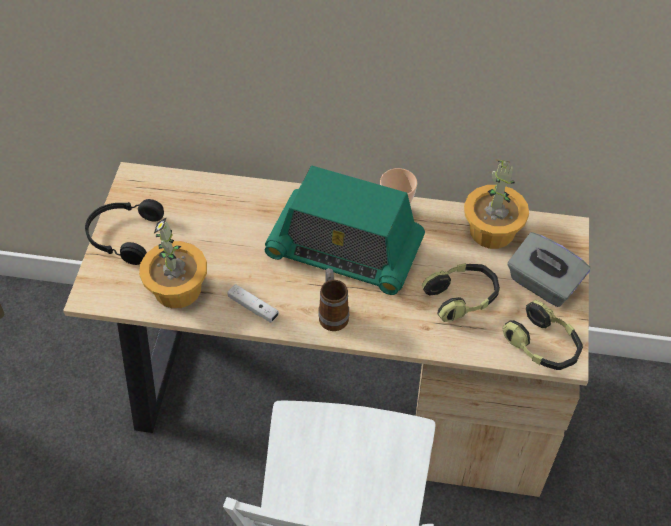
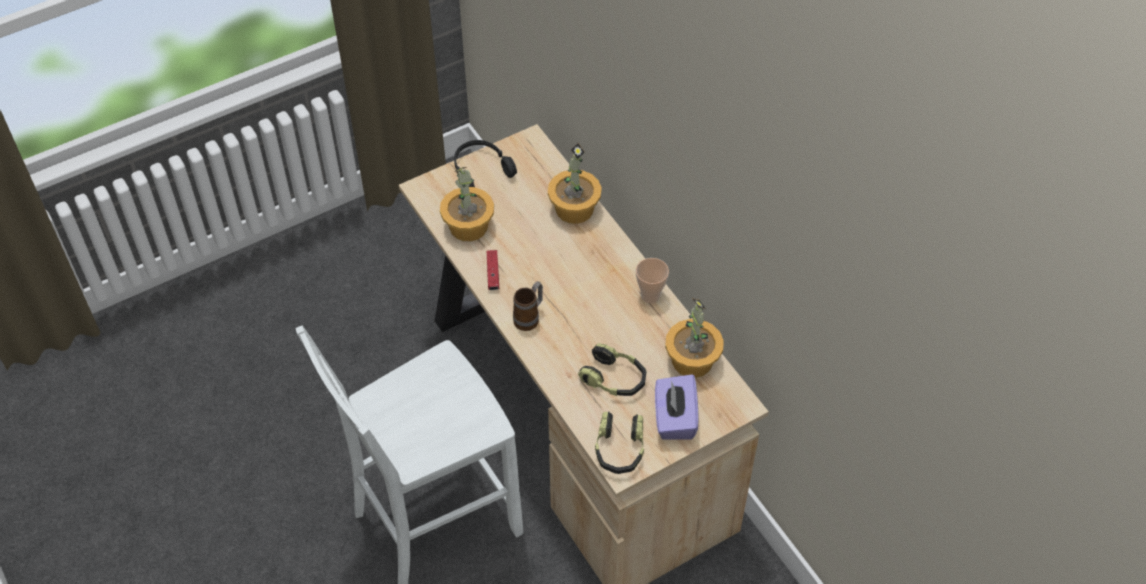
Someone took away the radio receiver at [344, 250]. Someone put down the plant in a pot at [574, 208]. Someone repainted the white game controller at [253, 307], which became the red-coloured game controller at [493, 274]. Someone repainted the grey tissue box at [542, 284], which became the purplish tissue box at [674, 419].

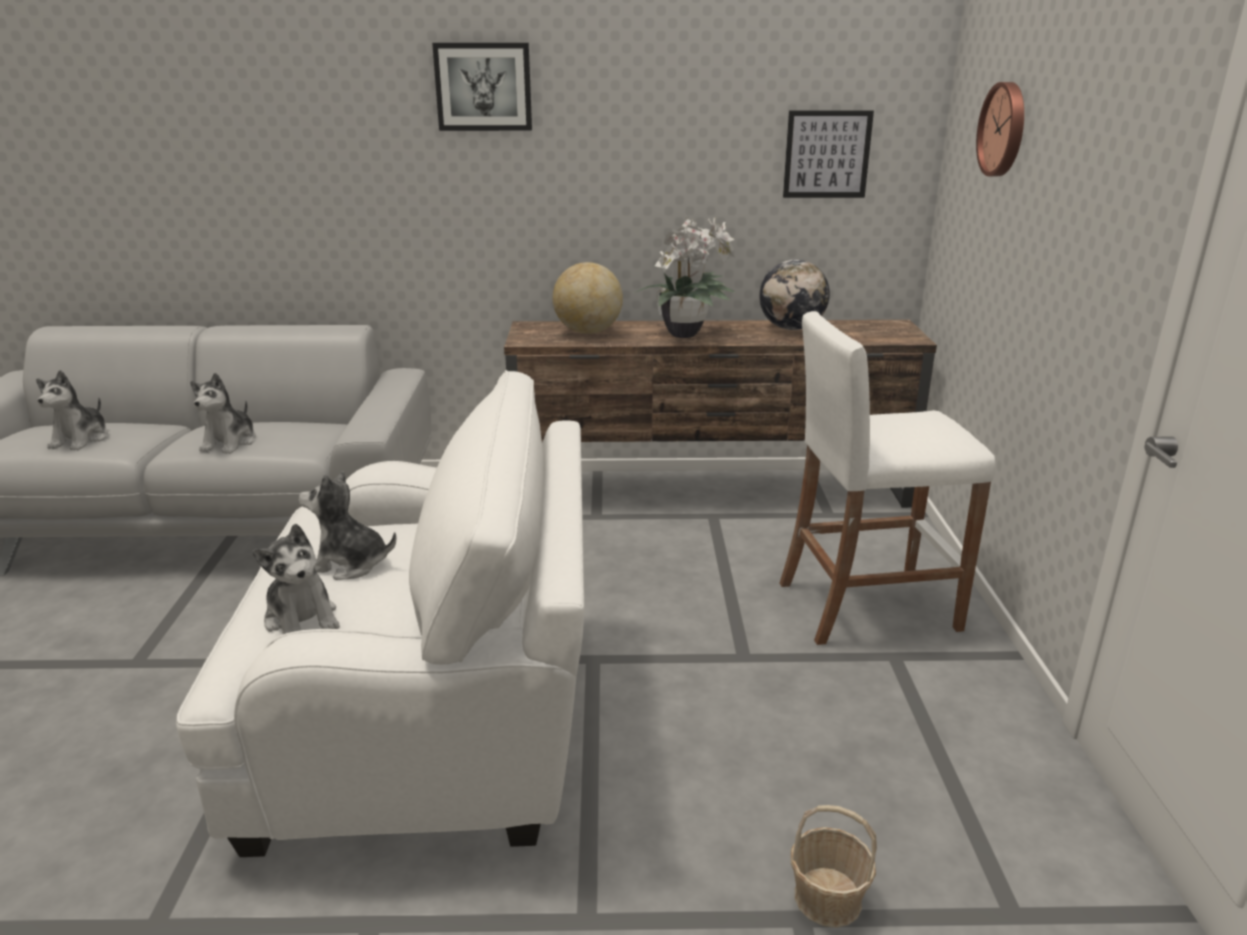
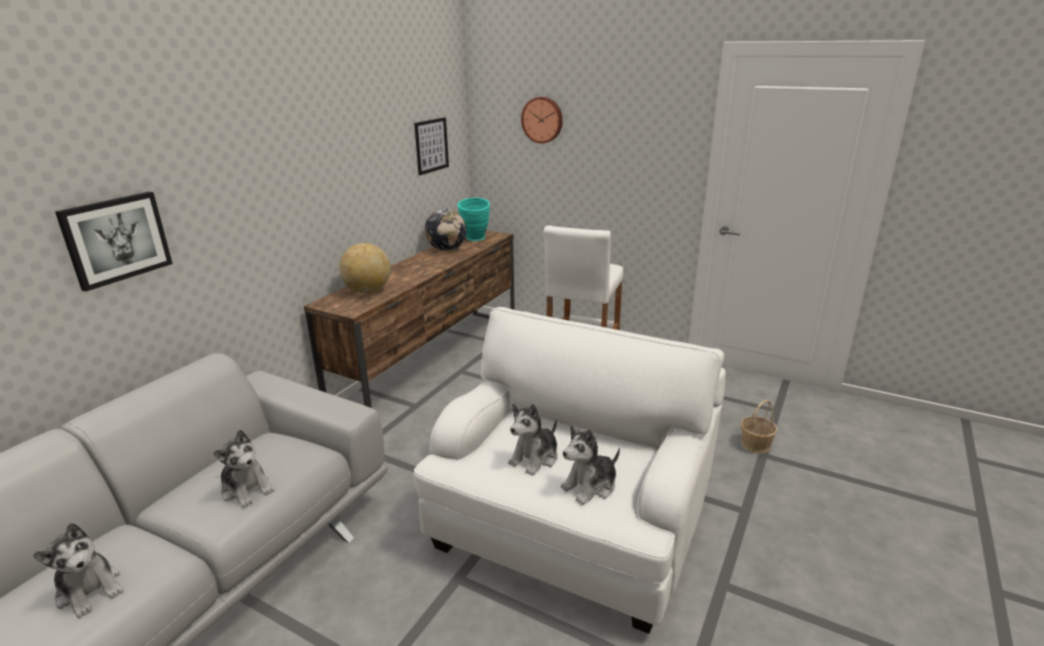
Someone took away the plant in a pot at [687, 334]. Someone put down the turquoise vase at [475, 239]. Someone carried the wall picture from [483, 87] to [116, 239]. Someone rotated the plush toy at [302, 619] by 150 degrees clockwise.

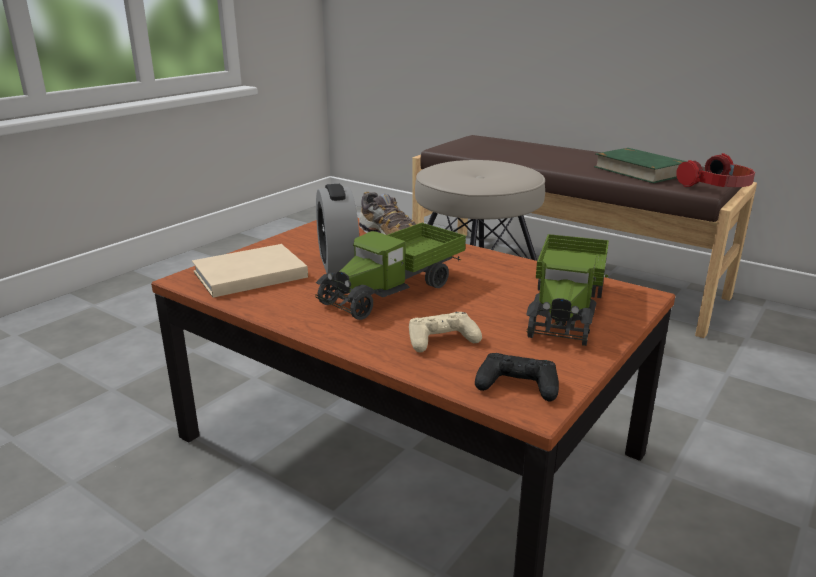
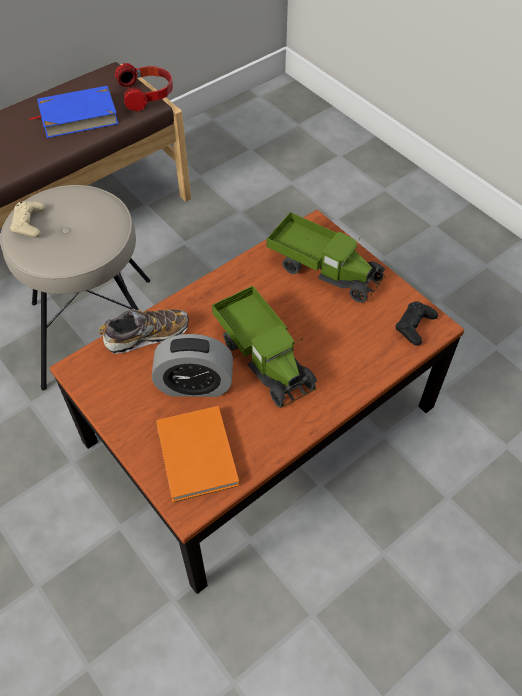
Someone carried the beige game controller from [442, 340] to [29, 223]. Someone repainted the beige bound book at [247, 274], which became the orange bound book at [196, 457]. Someone repainted the green bound book at [639, 171], which became the bluish bound book at [78, 116].

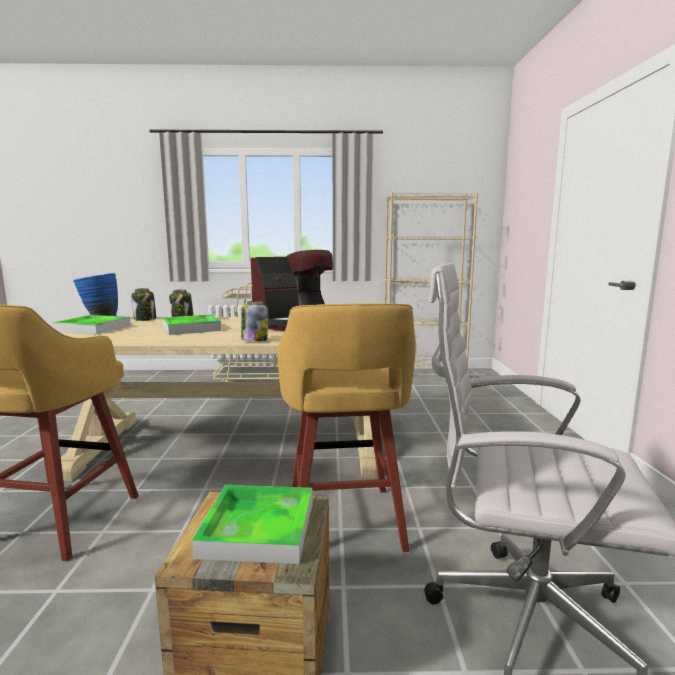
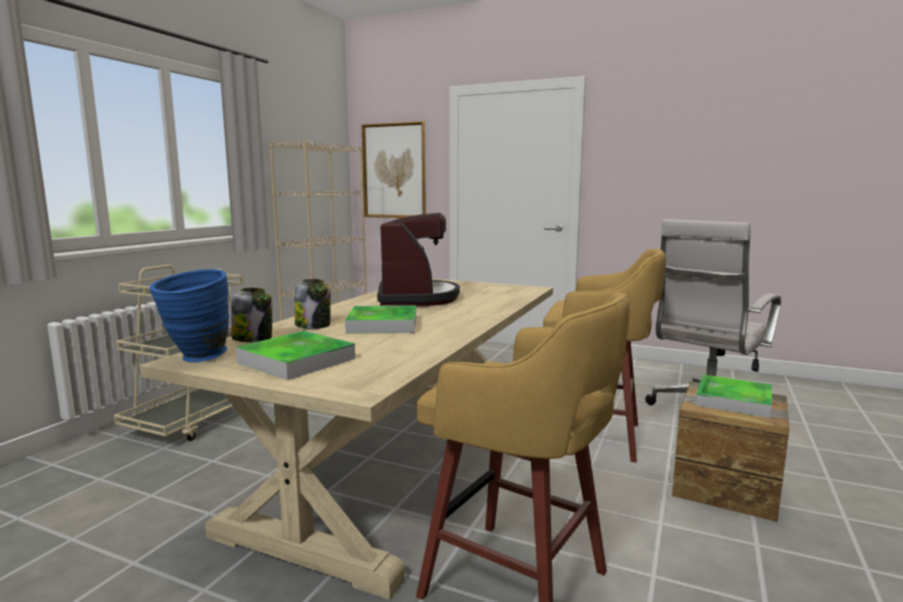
Someone took away the jar at [254, 340]. Someone put up the wall picture at [394, 171].

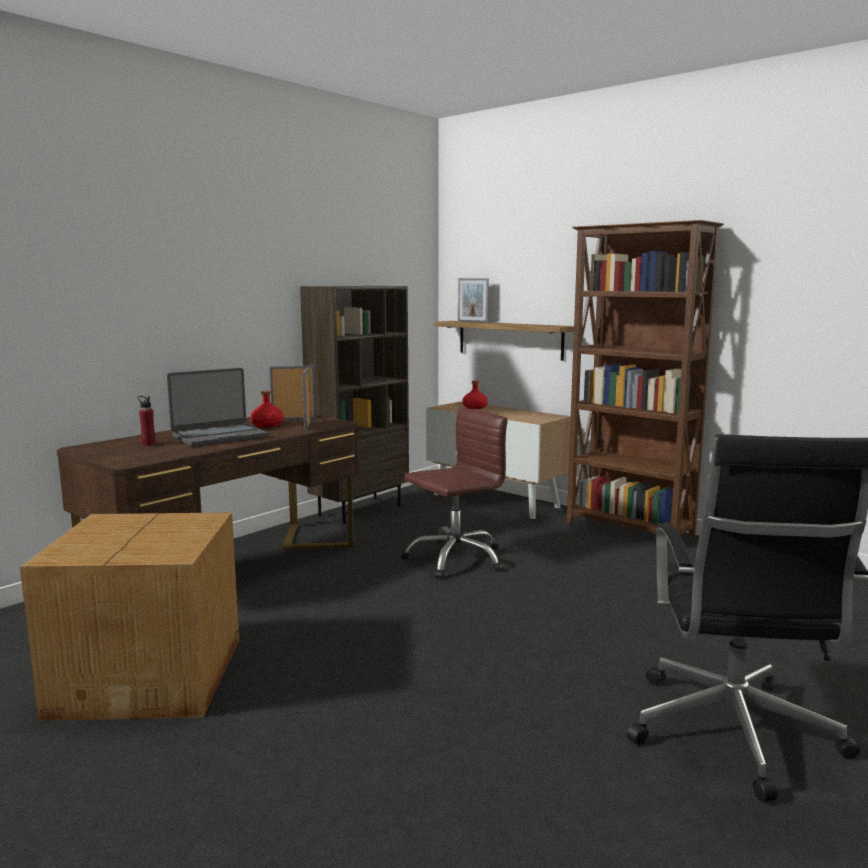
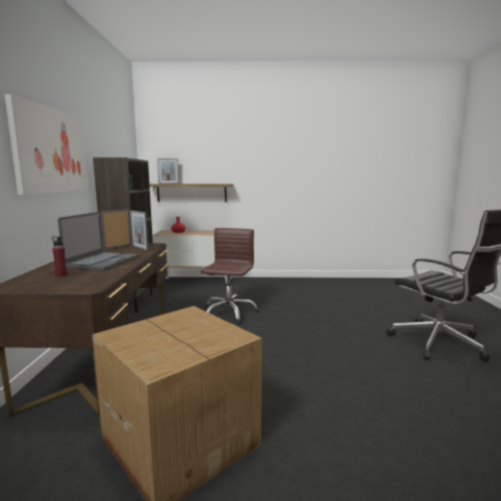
Someone took away the red-coloured drink bottle at [267, 425]. Someone took away the brown bookshelf at [629, 529]. Someone put up the wall picture at [51, 150].

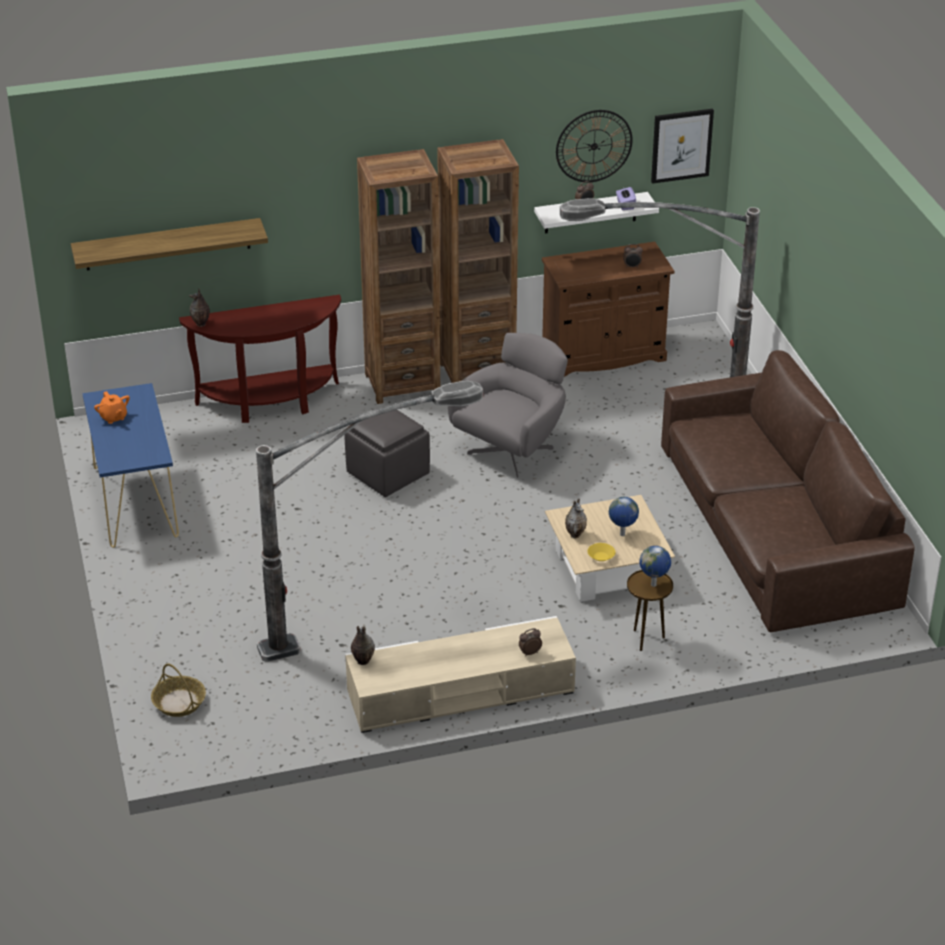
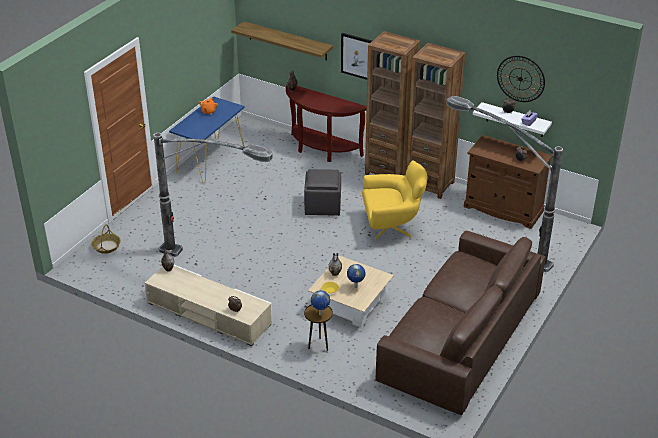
Someone carried the wall picture from [681, 145] to [357, 56]. Someone repainted the grey armchair at [512, 450], which became the yellow armchair at [392, 227].

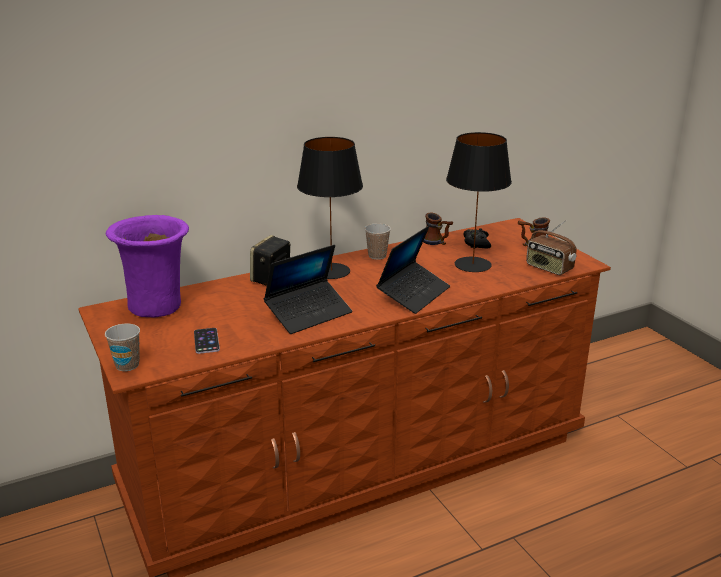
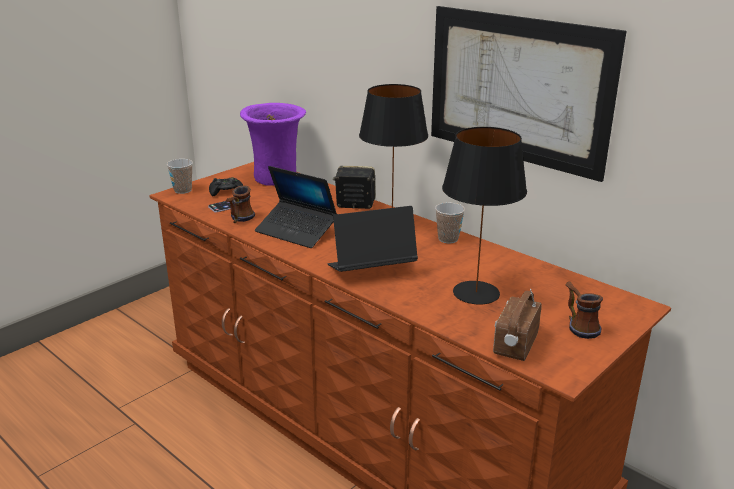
Someone put up the wall picture at [517, 89]. Someone carried the coffee mug from [437, 242] to [239, 219]. Someone carried the black-coloured game controller from [476, 243] to [226, 191]. Someone rotated the portable computer at [413, 294] by 150 degrees clockwise.

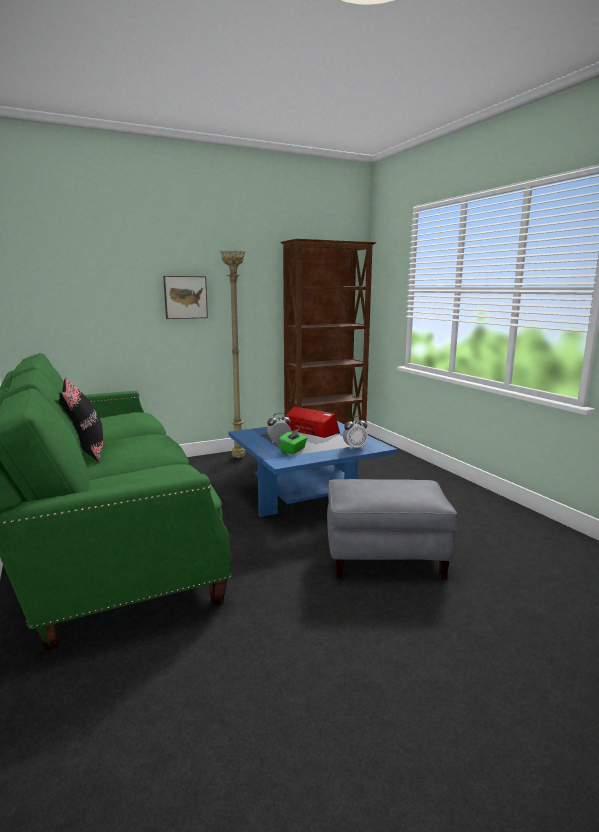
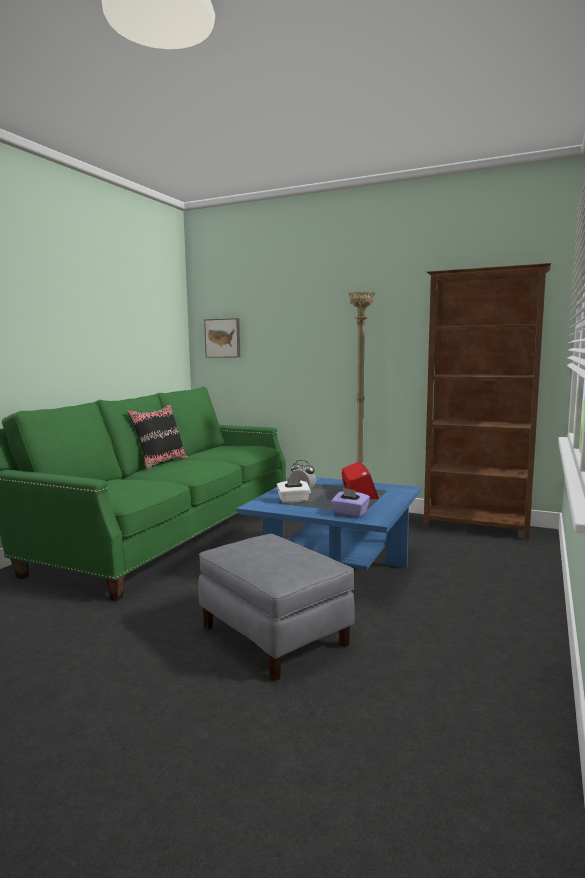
Someone carried the wall picture from [185, 297] to [223, 338]. Someone swapped the table clock at [354, 447] for the purplish tissue box at [350, 513]. Someone repainted the green tissue box at [293, 450], which became the white tissue box at [293, 500].

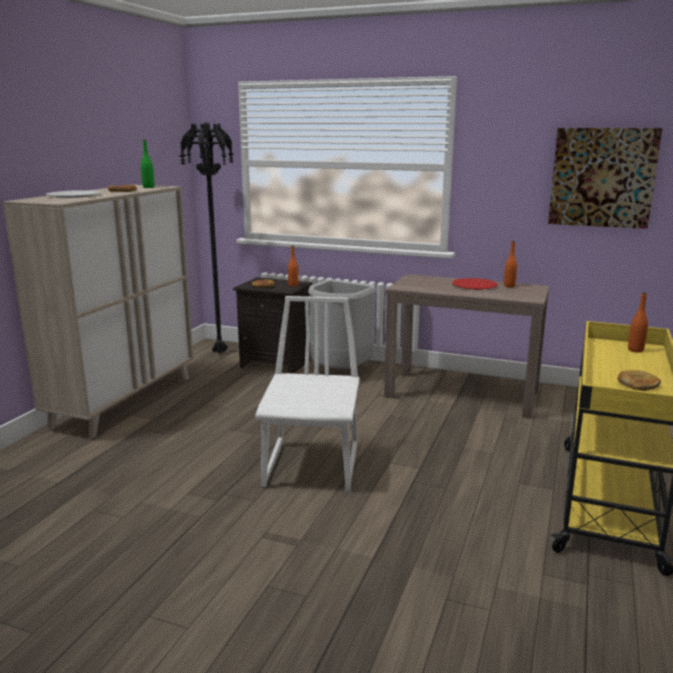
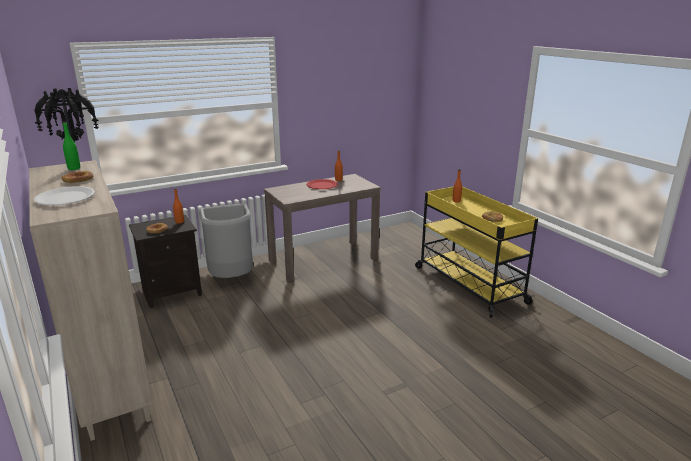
Someone took away the white plain chair at [313, 466]. Someone took away the wall picture at [602, 177].

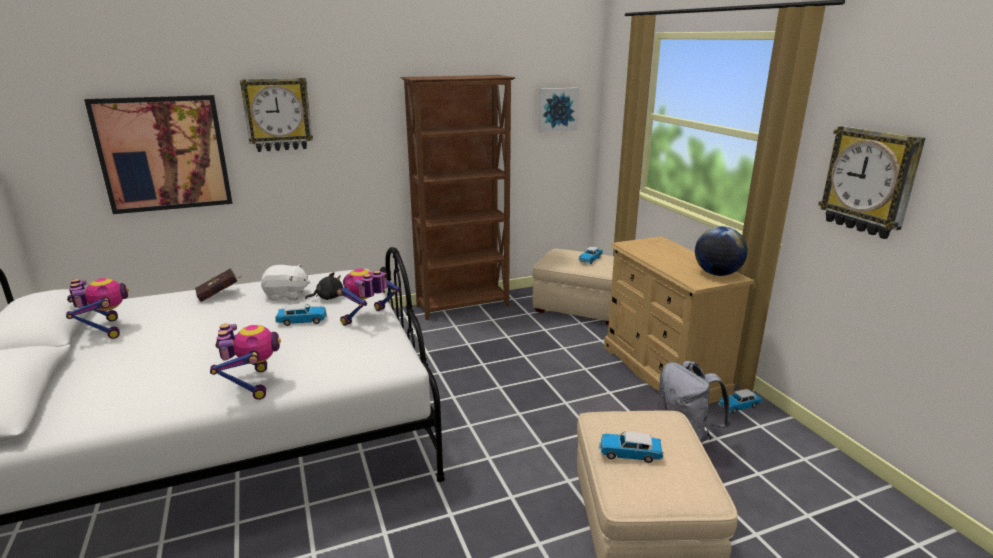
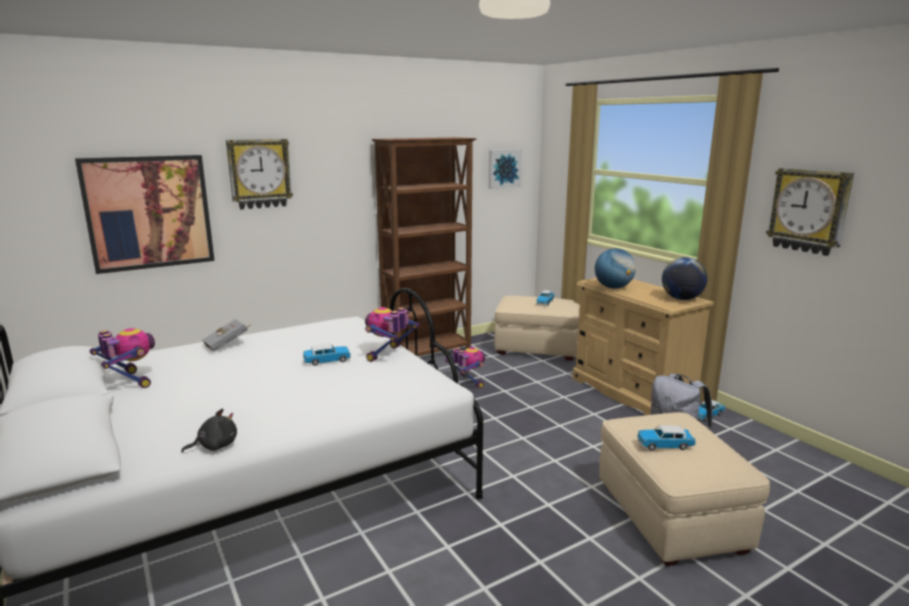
Someone took away the white plush toy at [286, 295]. Someone put down the desk globe at [613, 287]. Someone carried the toy robot from [251, 384] to [467, 382]. Someone carried the black-coloured plush toy from [328, 298] to [215, 446]. Someone repainted the red-coloured bound book at [220, 295], which became the grey bound book at [228, 345].

